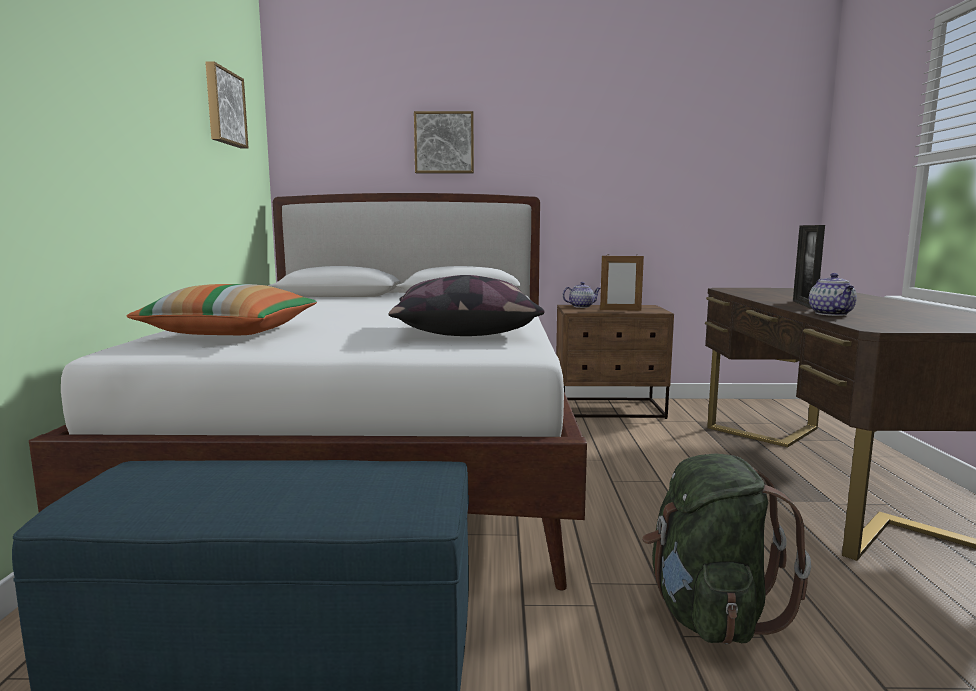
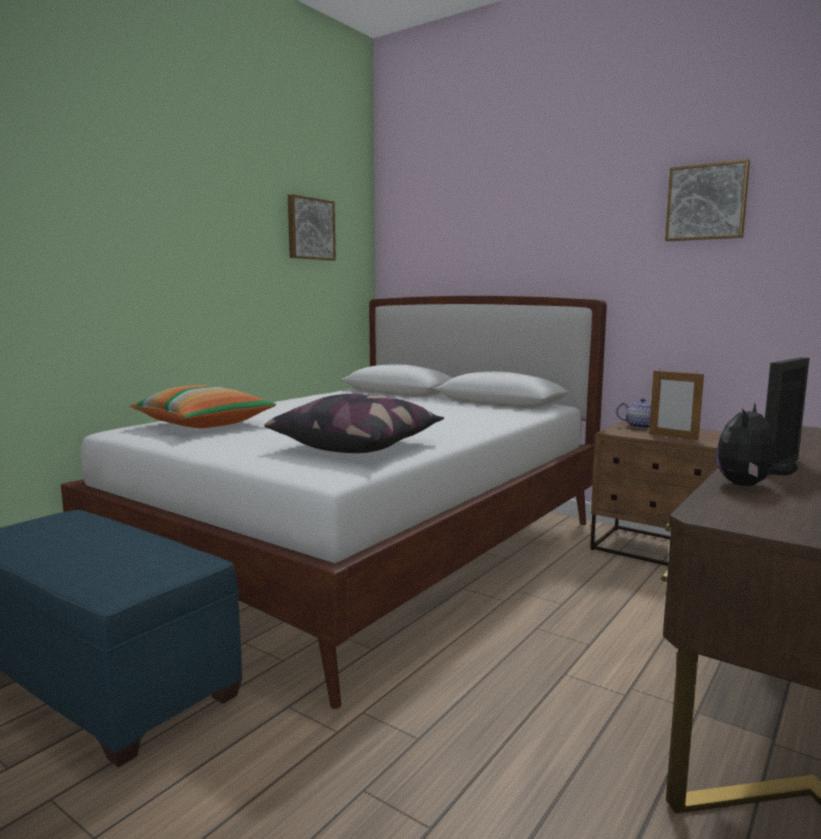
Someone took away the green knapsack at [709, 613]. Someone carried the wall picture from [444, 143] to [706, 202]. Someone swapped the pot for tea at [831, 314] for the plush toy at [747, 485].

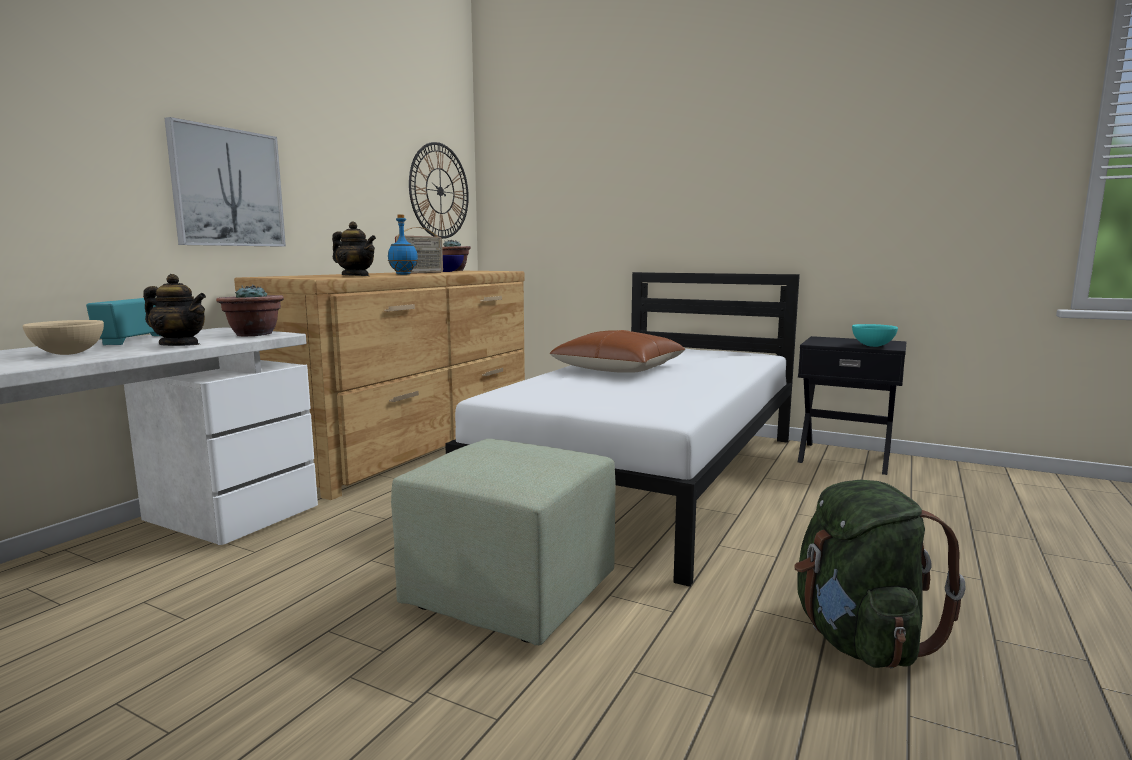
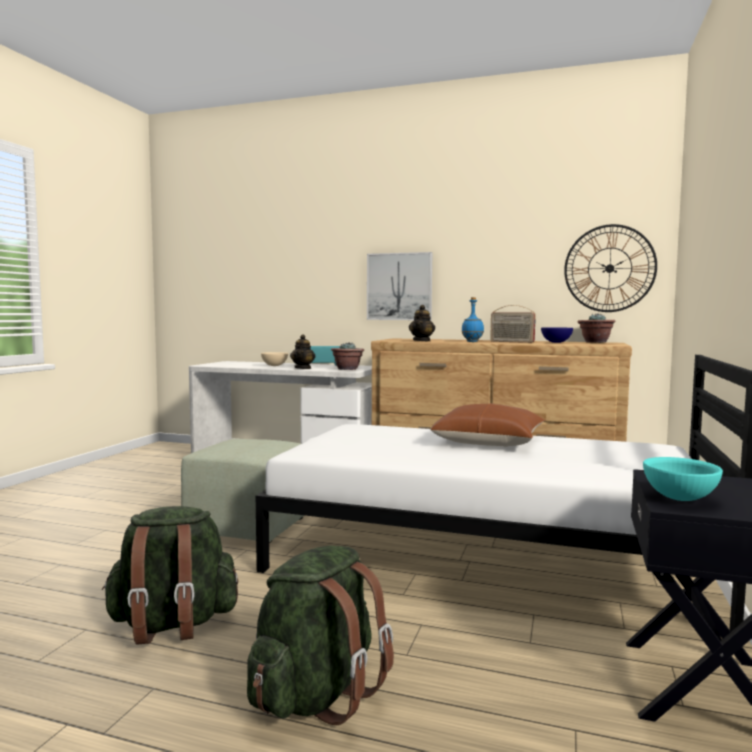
Someone put down the green knapsack at [317, 694].

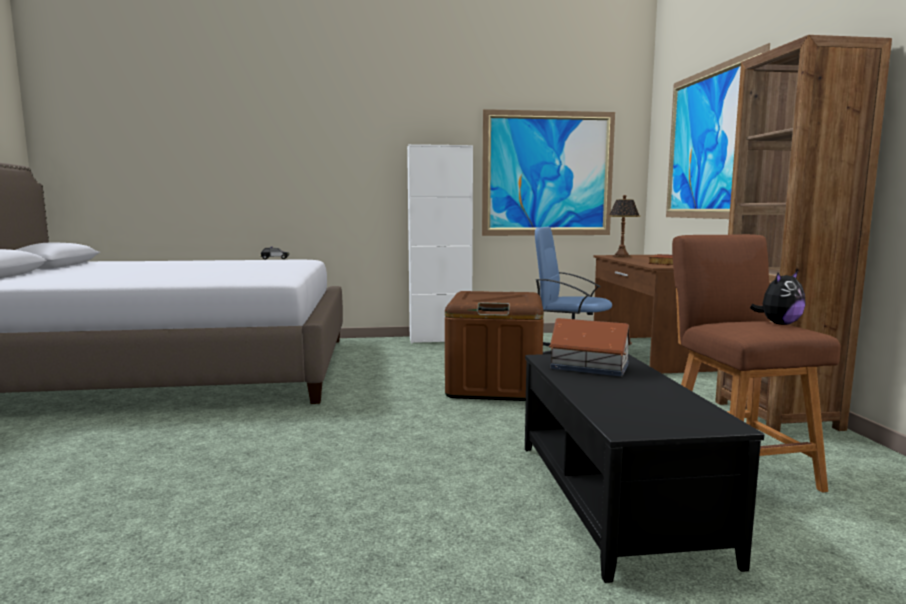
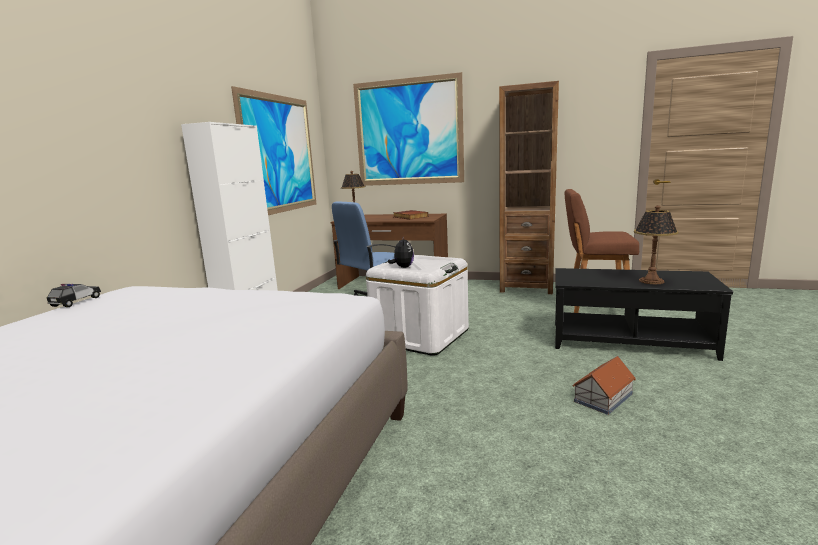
Someone put down the table lamp at [651, 281]. Someone carried the model house from [589, 366] to [602, 397]. Someone carried the plush toy from [779, 324] to [403, 267]. Someone repainted the brown storage bin at [494, 386], which became the white storage bin at [420, 336].

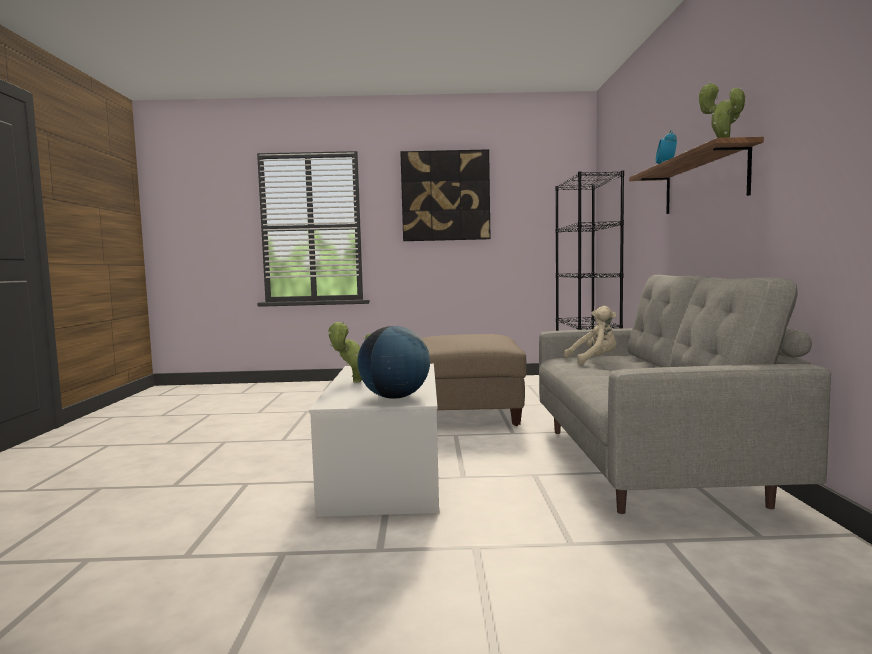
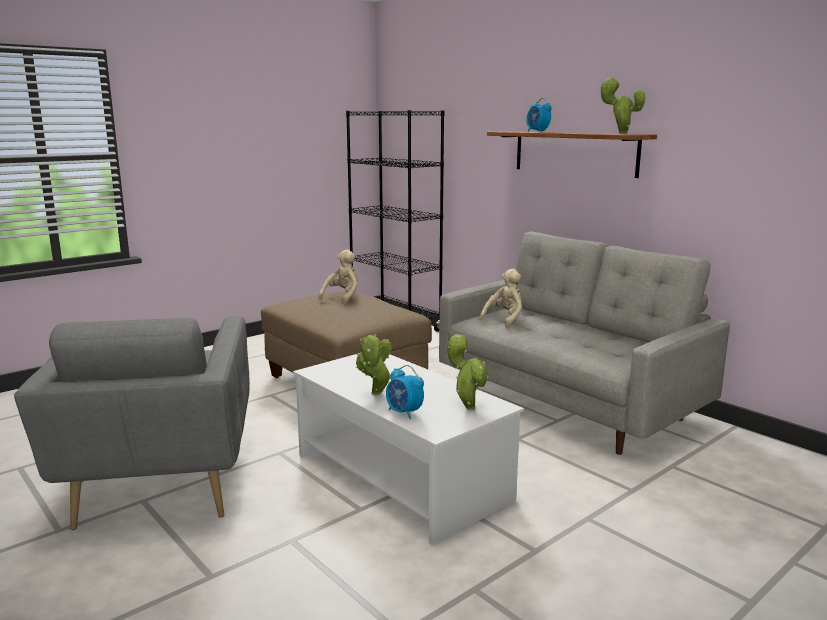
Someone took away the wall picture at [445, 196]. Someone put down the grey armchair at [161, 483]. Someone put down the beige plush toy at [342, 297]. Someone put down the table clock at [404, 412]. Someone swapped the desk globe at [395, 397] for the plant in a pot at [467, 407].

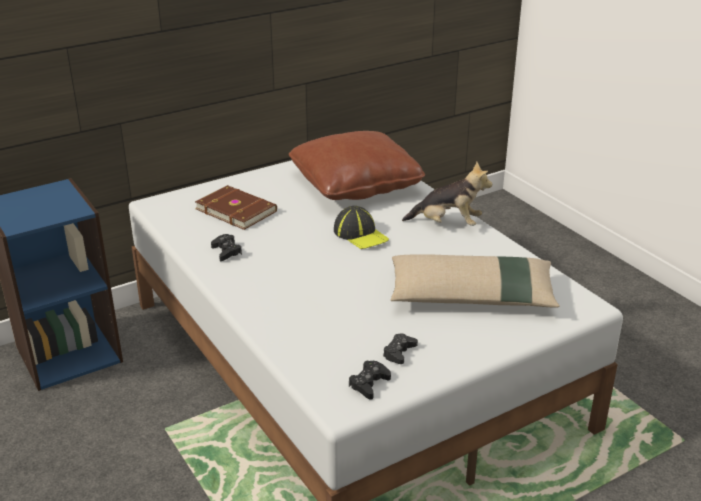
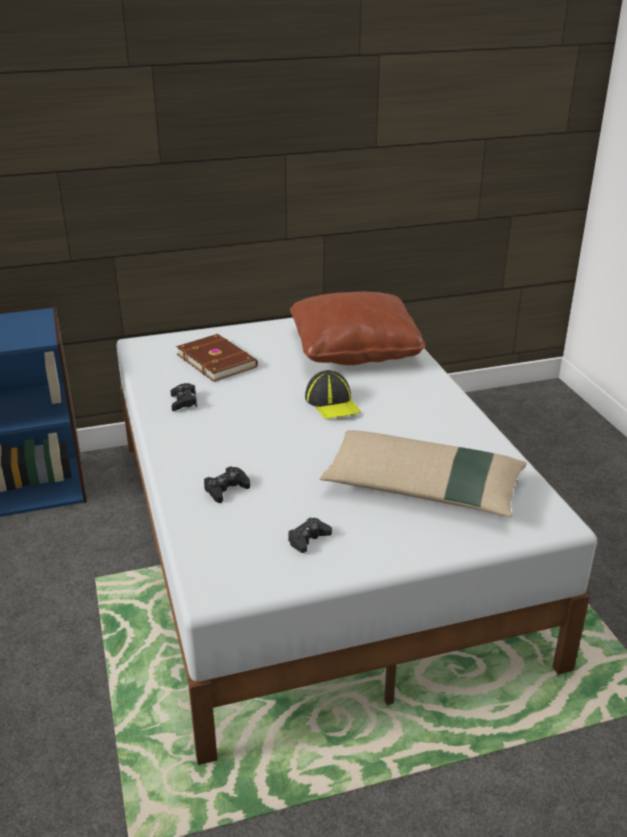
Someone took away the plush toy at [447, 224]. Someone carried the black-coloured game controller from [369, 384] to [226, 489].

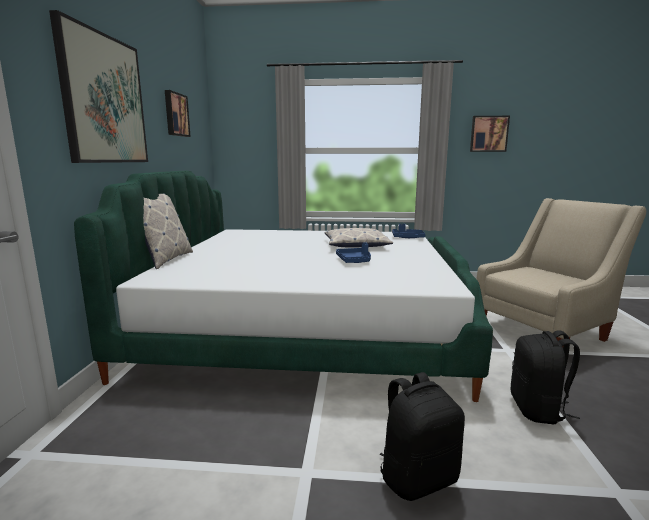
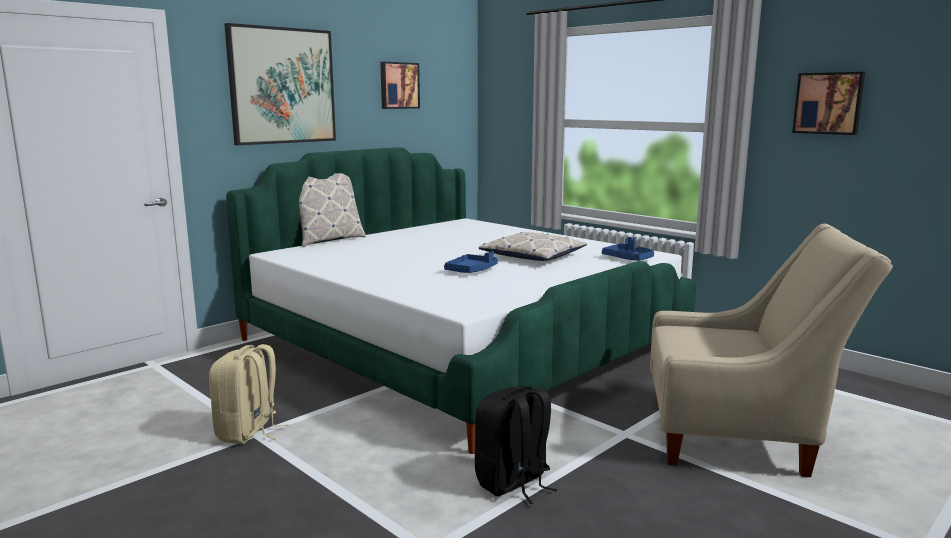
Someone took away the black-coloured knapsack at [418, 478]. Someone put down the beige knapsack at [248, 432].

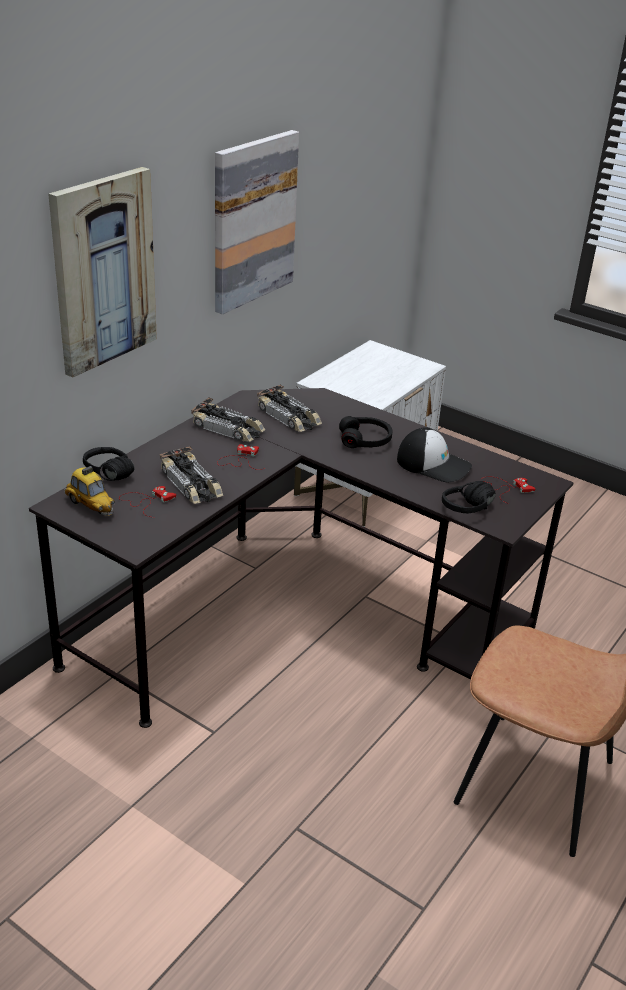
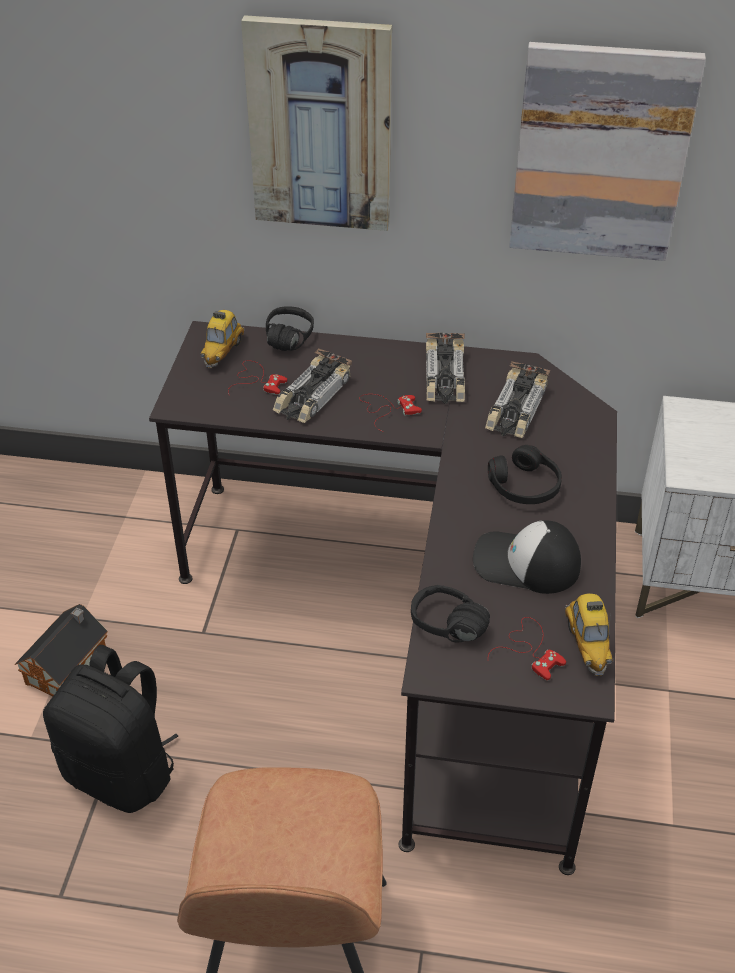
Someone put down the model house at [69, 665]. Someone put down the black-coloured knapsack at [122, 773]. Someone put down the miniature car at [587, 644]. Someone rotated the peaked cap at [434, 464] by 105 degrees clockwise.

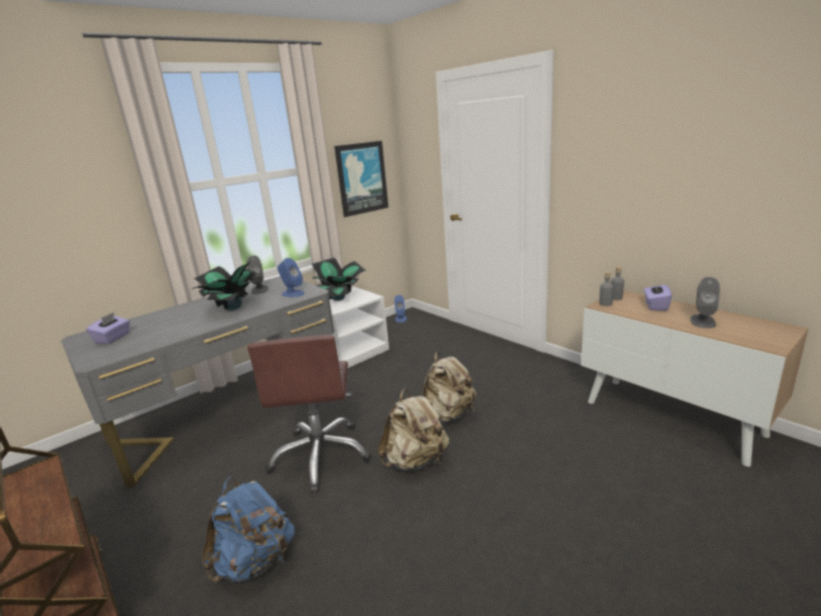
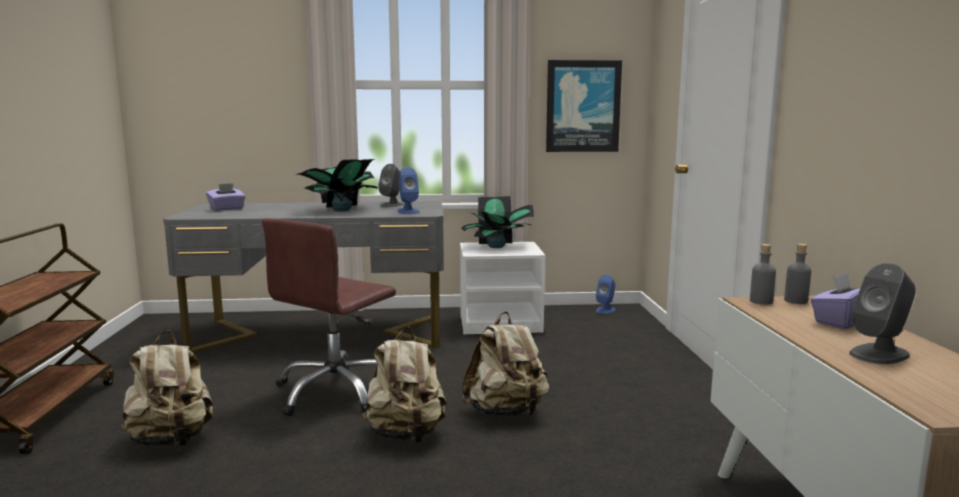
Someone repainted the bluish knapsack at [256, 563], which became the beige knapsack at [172, 440].

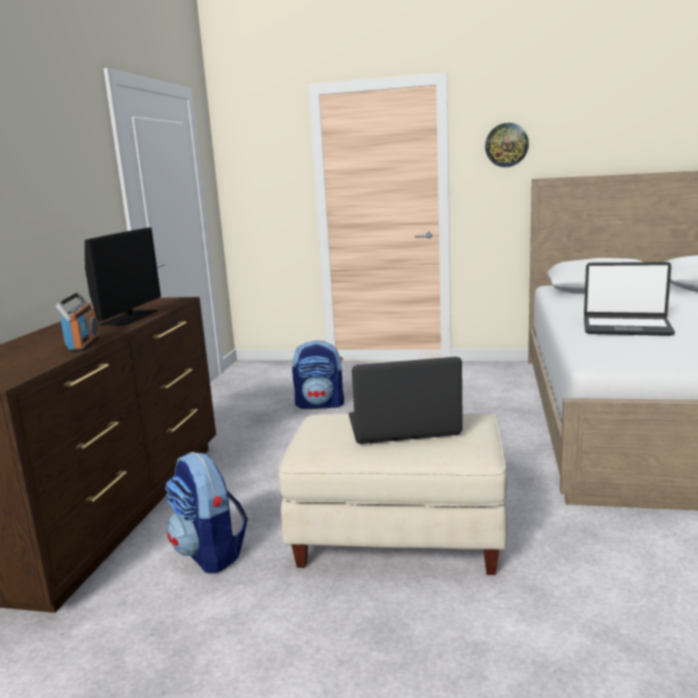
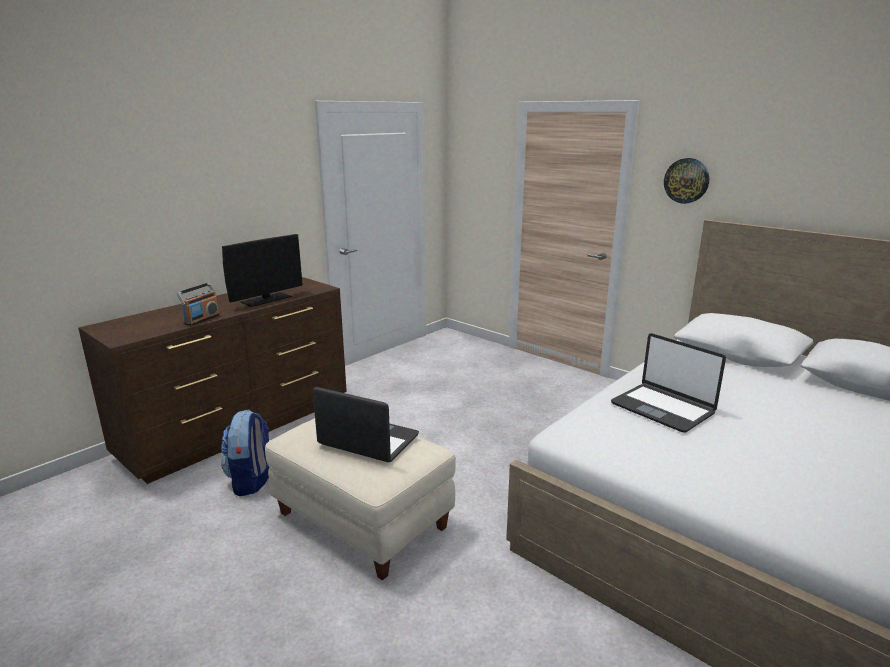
Someone took away the knapsack at [320, 404].

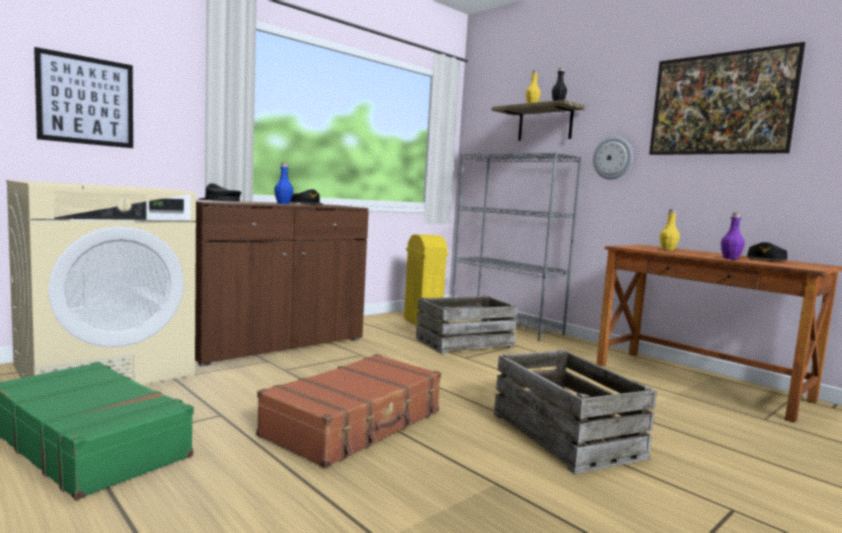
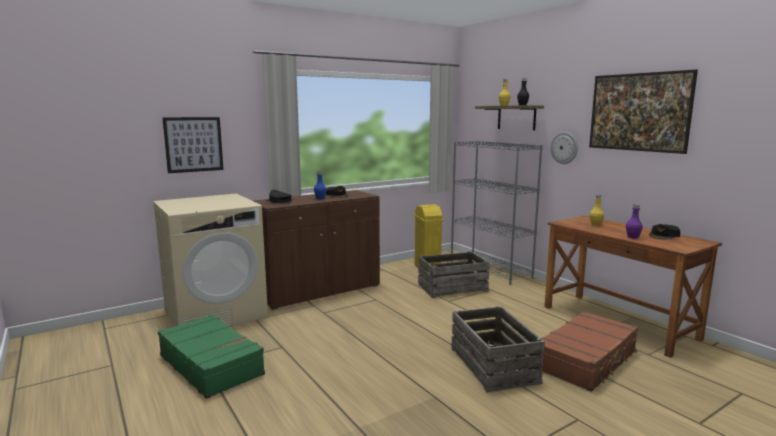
Someone carried the brown suitcase from [356, 424] to [586, 360].

